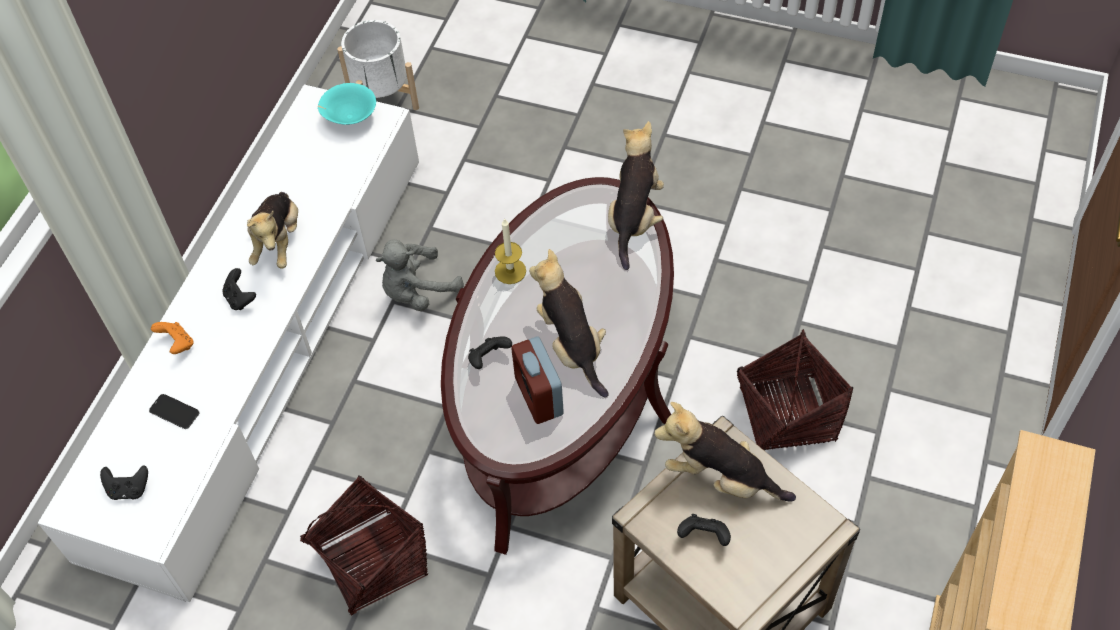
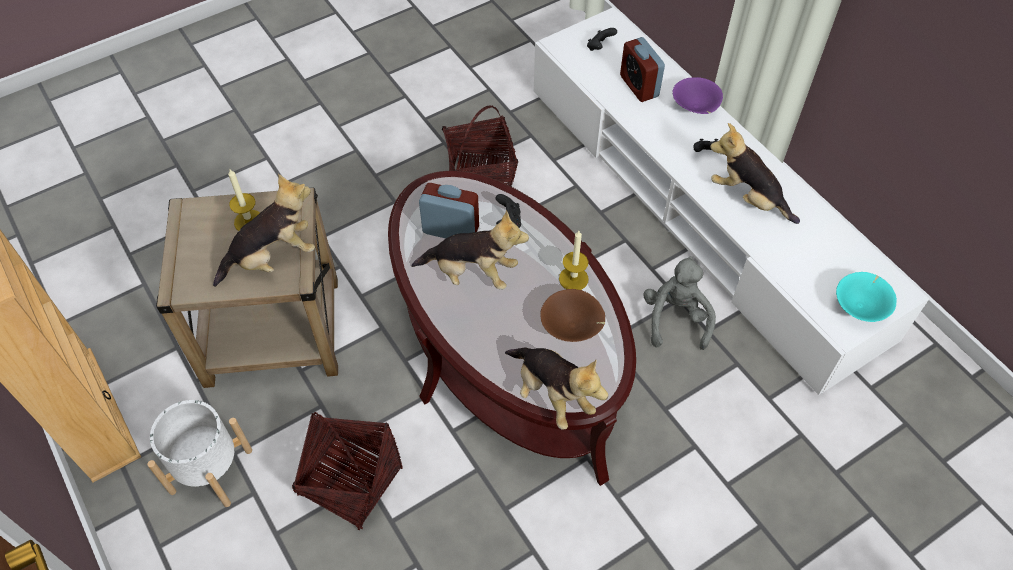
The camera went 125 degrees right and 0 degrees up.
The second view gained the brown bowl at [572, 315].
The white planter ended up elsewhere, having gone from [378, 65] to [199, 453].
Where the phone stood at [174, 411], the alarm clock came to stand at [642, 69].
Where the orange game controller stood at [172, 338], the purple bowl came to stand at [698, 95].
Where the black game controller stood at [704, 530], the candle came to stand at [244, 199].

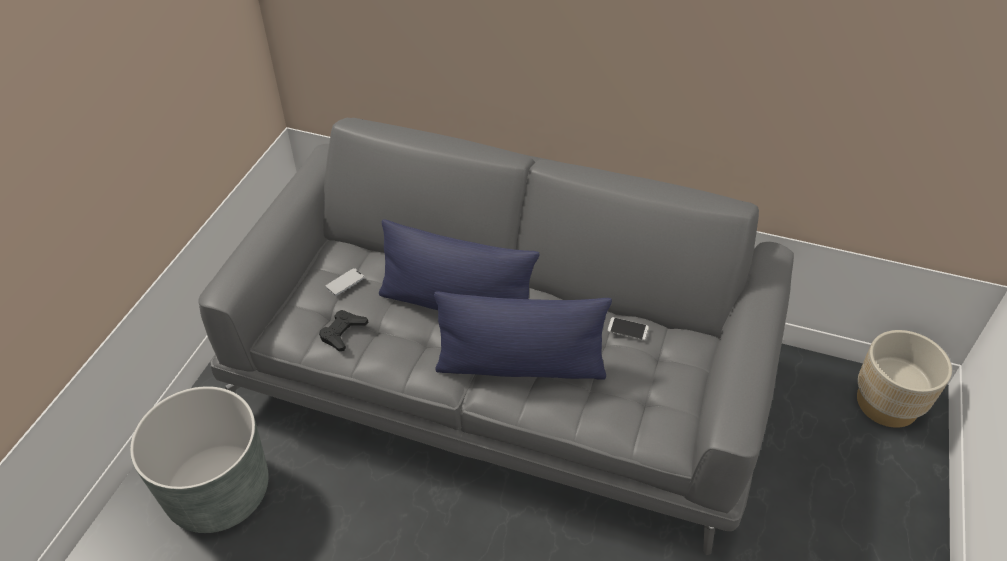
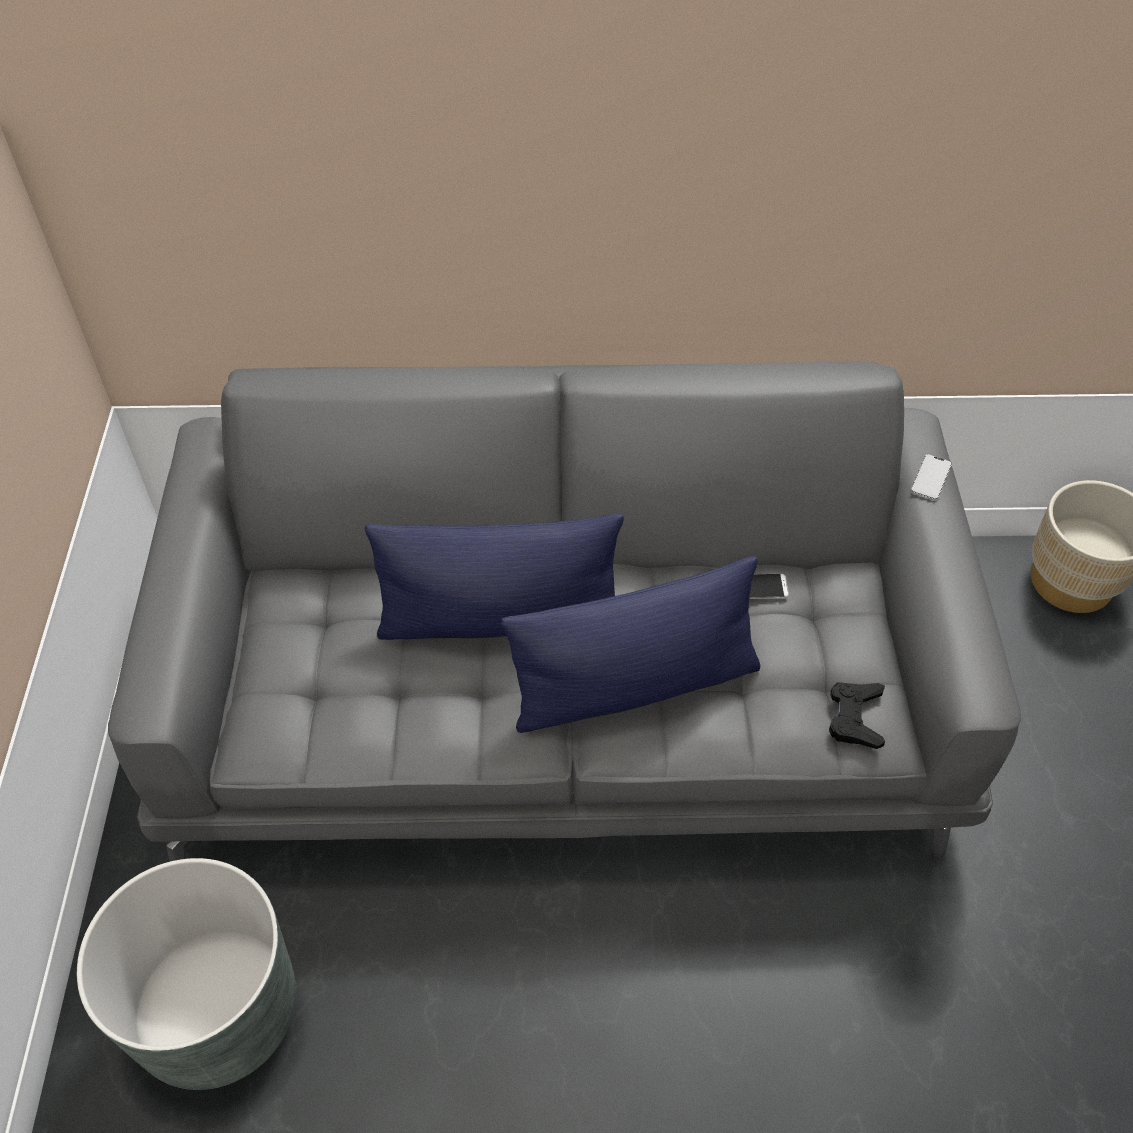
The camera went 20 degrees left and 5 degrees up.
The black game controller ended up elsewhere, having gone from [343, 330] to [857, 715].
The phone ended up elsewhere, having gone from [344, 282] to [931, 477].

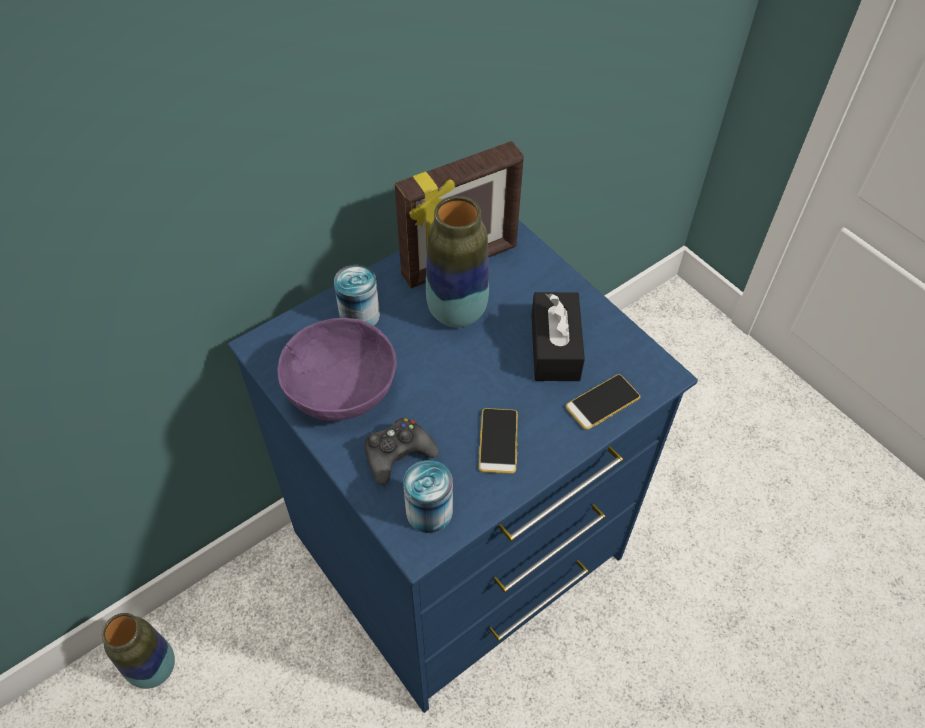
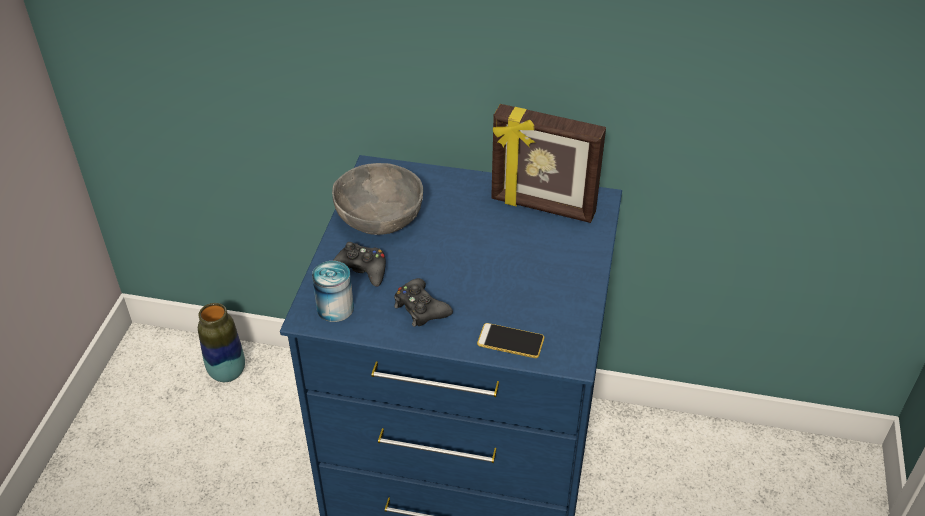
The camera went 50 degrees right and 10 degrees down.
The second view lost the can at [357, 295].
The second view lost the vase at [457, 262].
The second view lost the black tissue box at [558, 336].
Where the phone stood at [498, 441], the black game controller came to stand at [423, 302].
What was the purple bowl at [337, 369] turned into the grey bowl at [377, 199].

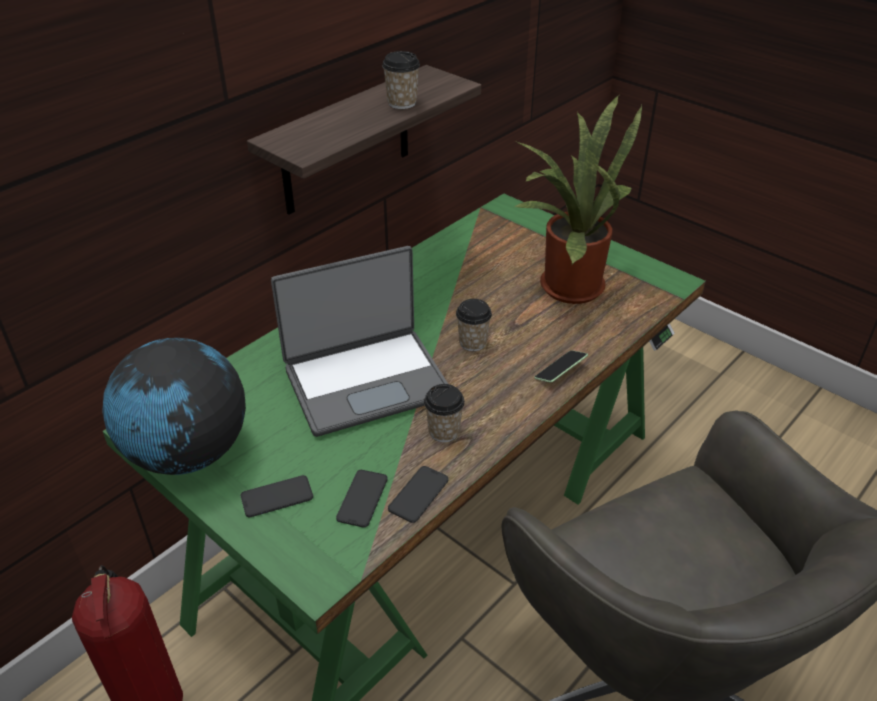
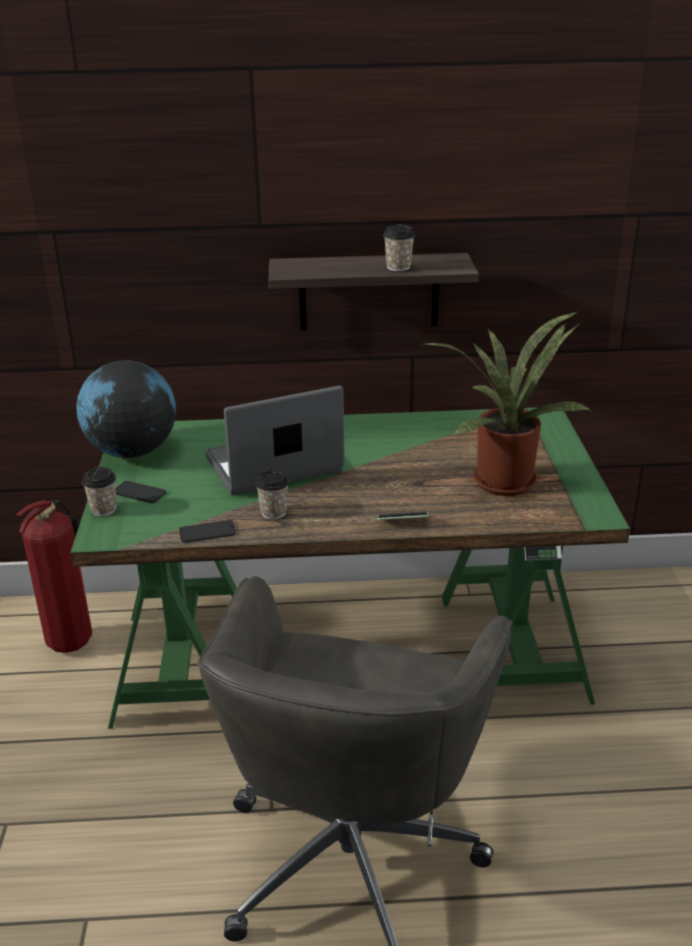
The camera went 45 degrees right and 10 degrees down.
The second view lost the phone at [362, 498].
The cup ended up elsewhere, having gone from [474, 325] to [99, 491].
The laptop at [359, 341] ended up facing another way, 135 degrees clockwise from before.

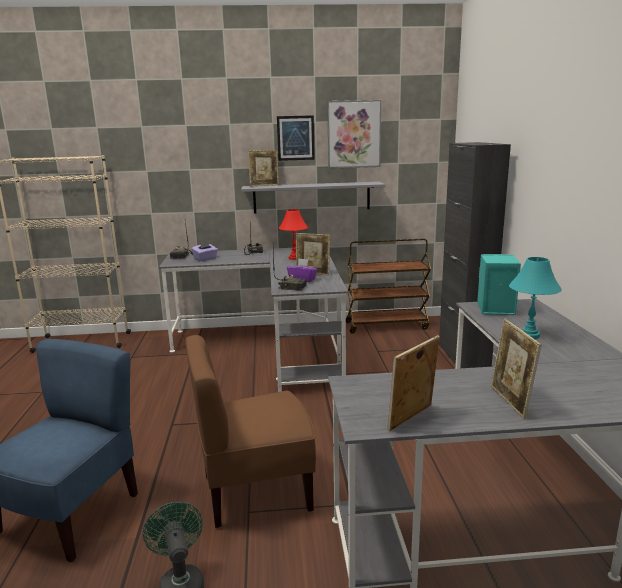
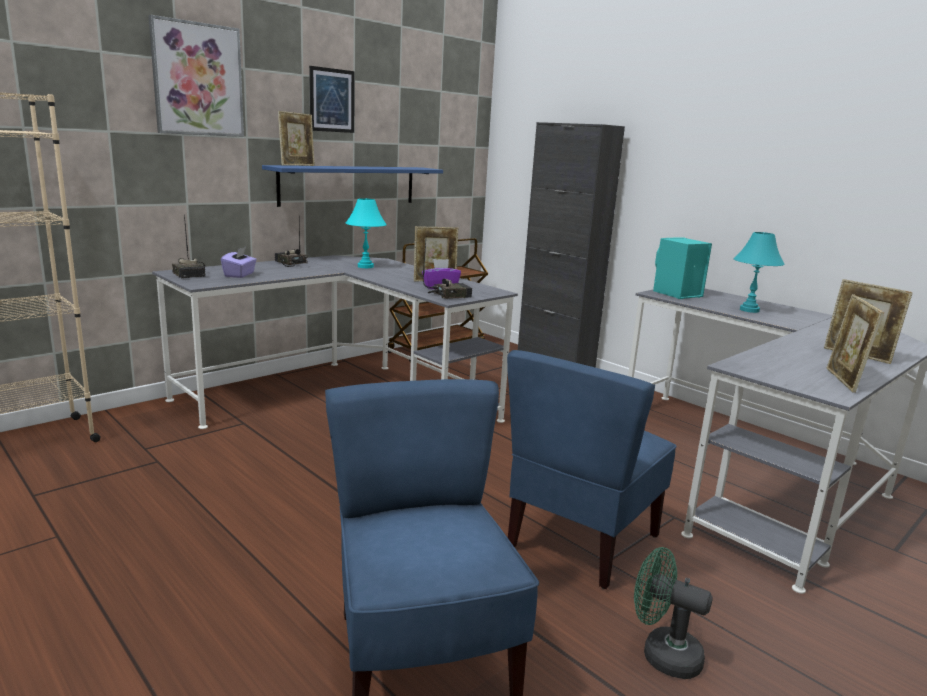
The camera went 40 degrees left and 0 degrees up.
The picture ended up elsewhere, having gone from [354, 134] to [196, 76].
What was the brown chair at [250, 431] turned into the blue chair at [592, 469].
What was the grey shelf at [313, 197] turned into the blue shelf at [352, 186].
What was the red table lamp at [293, 234] turned into the turquoise table lamp at [366, 233].

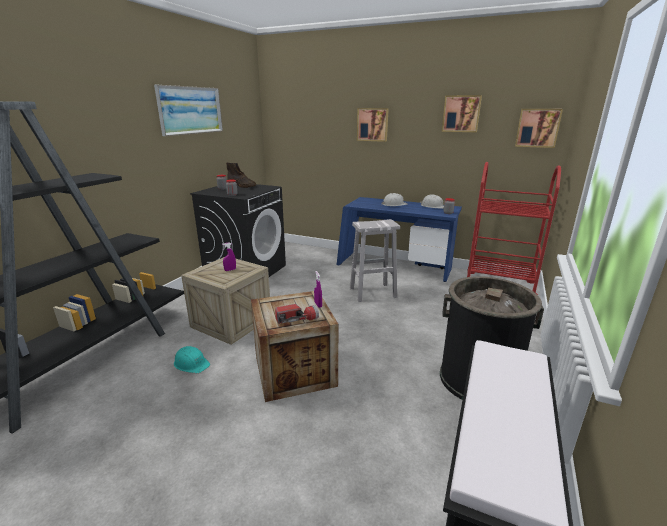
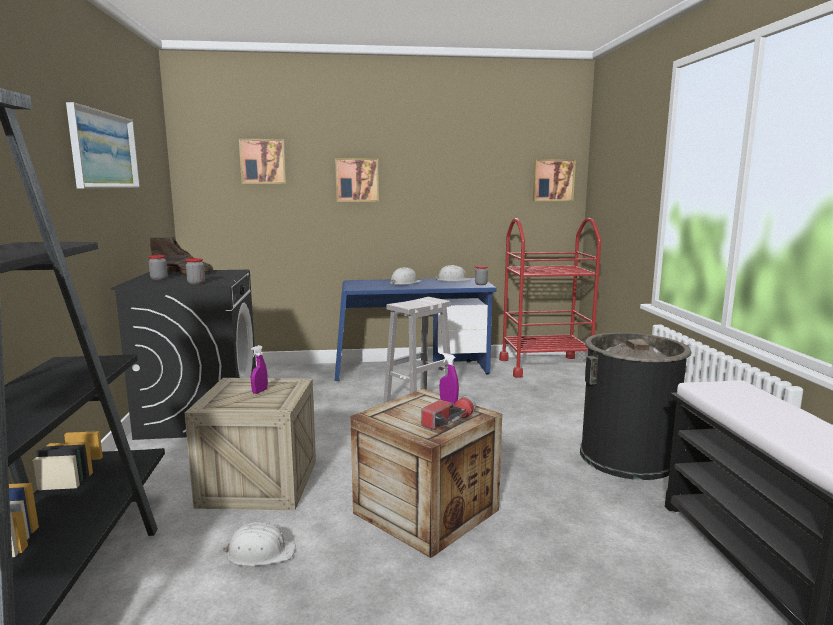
The camera went 30 degrees left and 10 degrees down.
The picture ended up elsewhere, having gone from [462, 114] to [262, 161].
What was the turquoise hard hat at [192, 359] turned into the white hard hat at [259, 544].

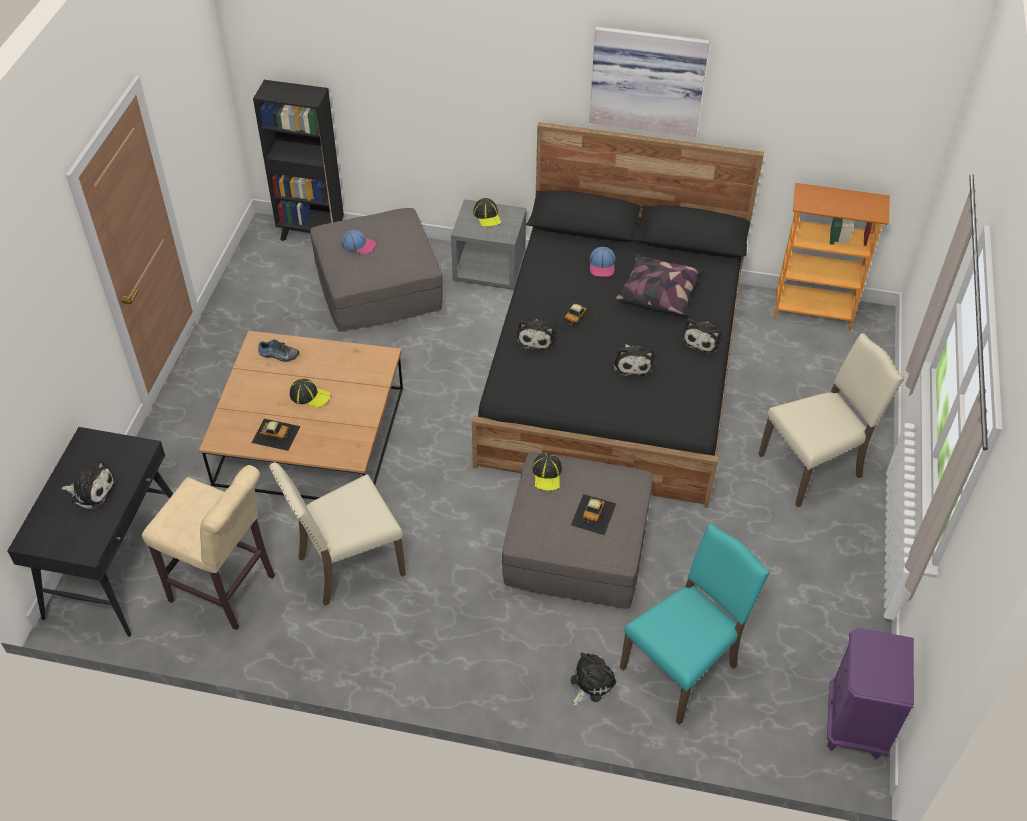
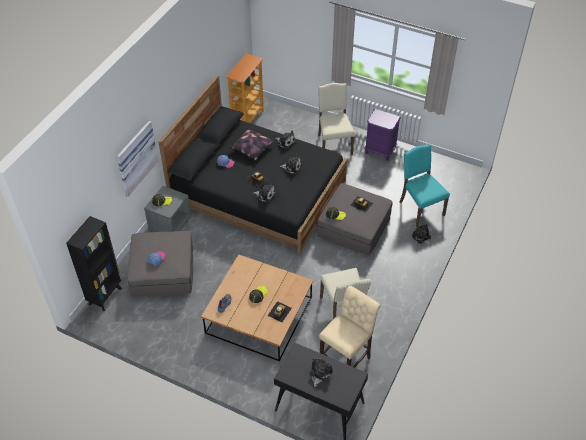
The camera went 75 degrees left and 0 degrees up.
The picture ended up elsewhere, having gone from [649, 82] to [137, 159].
The purple nightstand ended up elsewhere, having gone from [870, 693] to [382, 135].

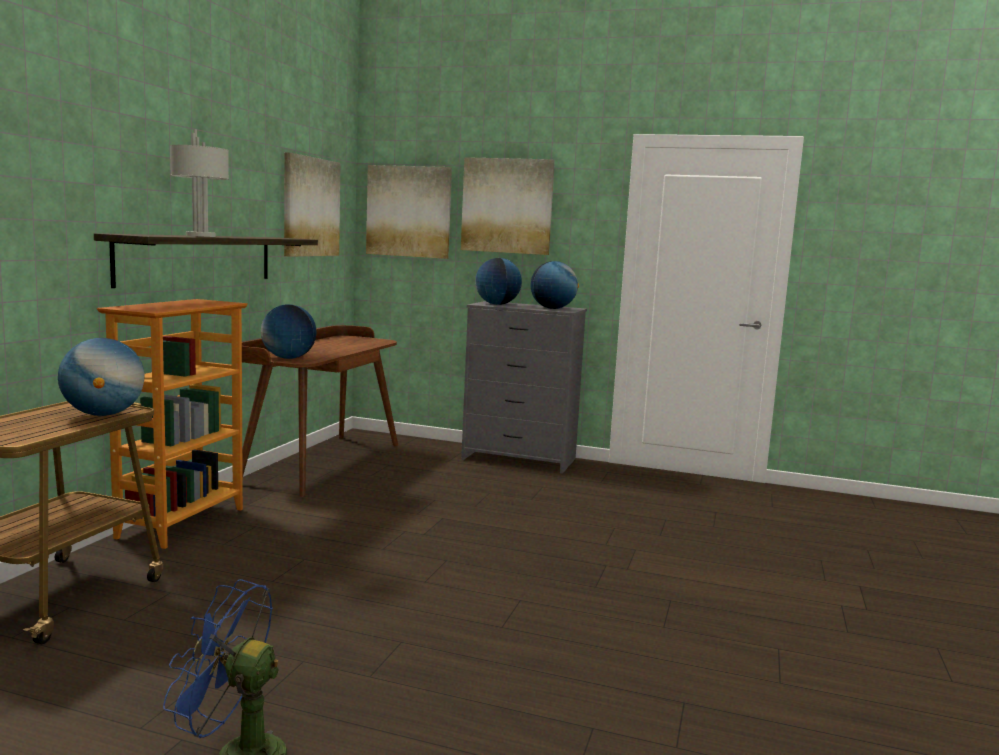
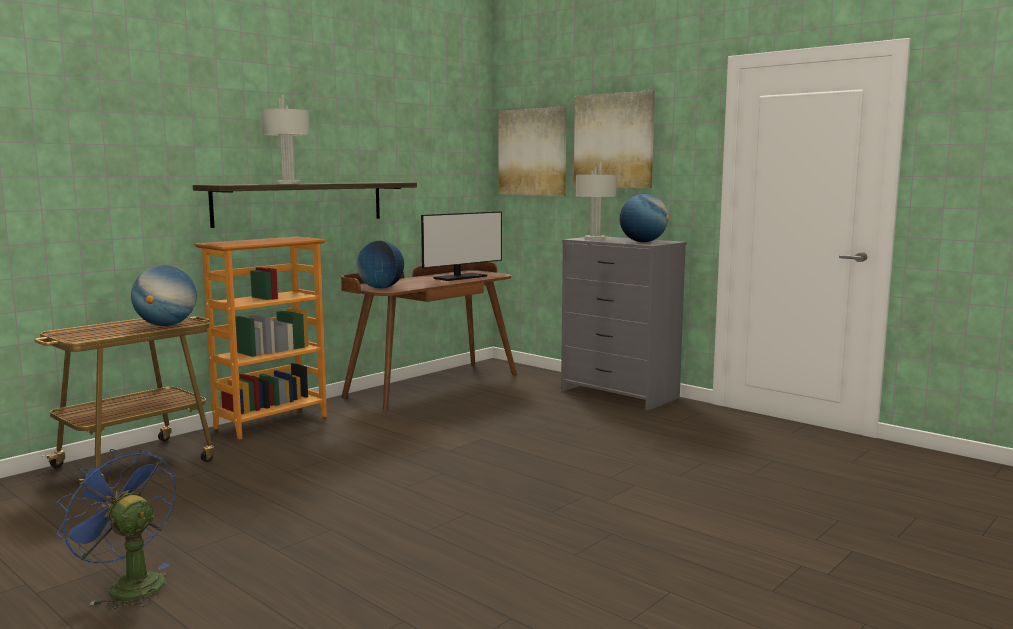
The camera went 25 degrees right and 0 degrees up.
The second view lost the picture at [312, 204].
The second view gained the monitor at [461, 246].
Where the globe stood at [498, 281], the grey table lamp came to stand at [596, 200].

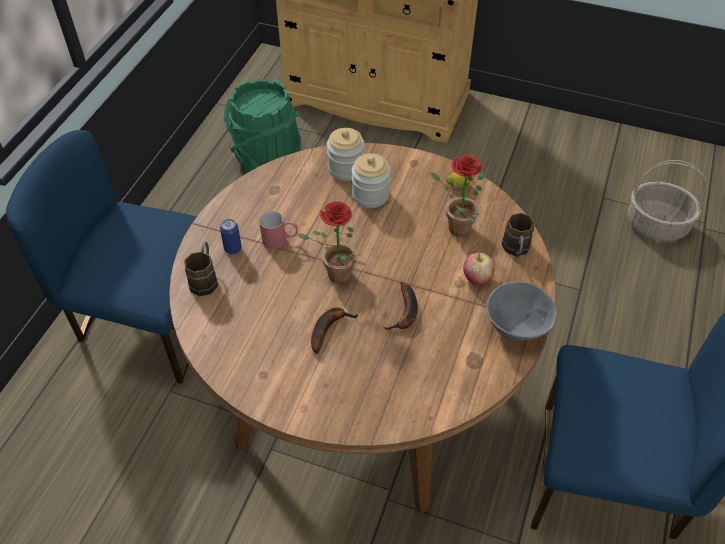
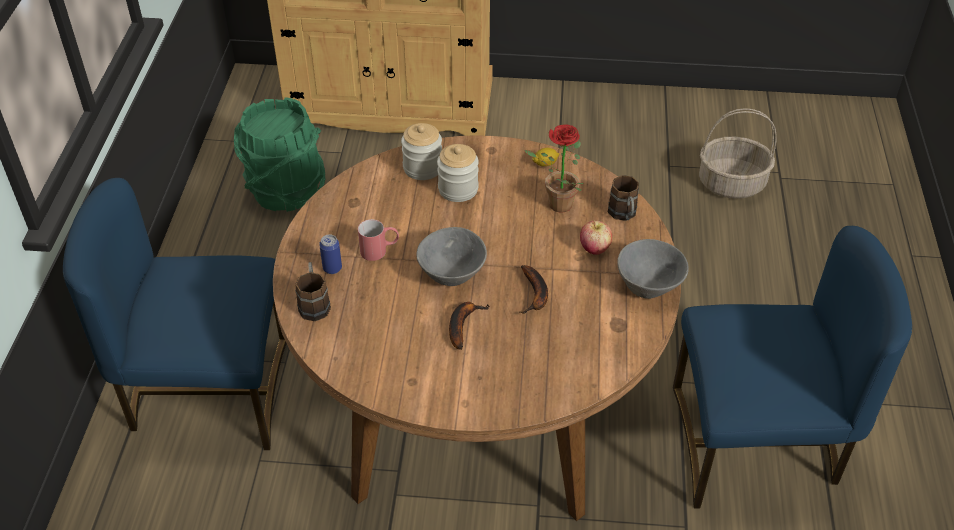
The camera went 15 degrees left and 5 degrees down.
Where the potted plant stood at [331, 242], the grey bowl came to stand at [451, 256].

